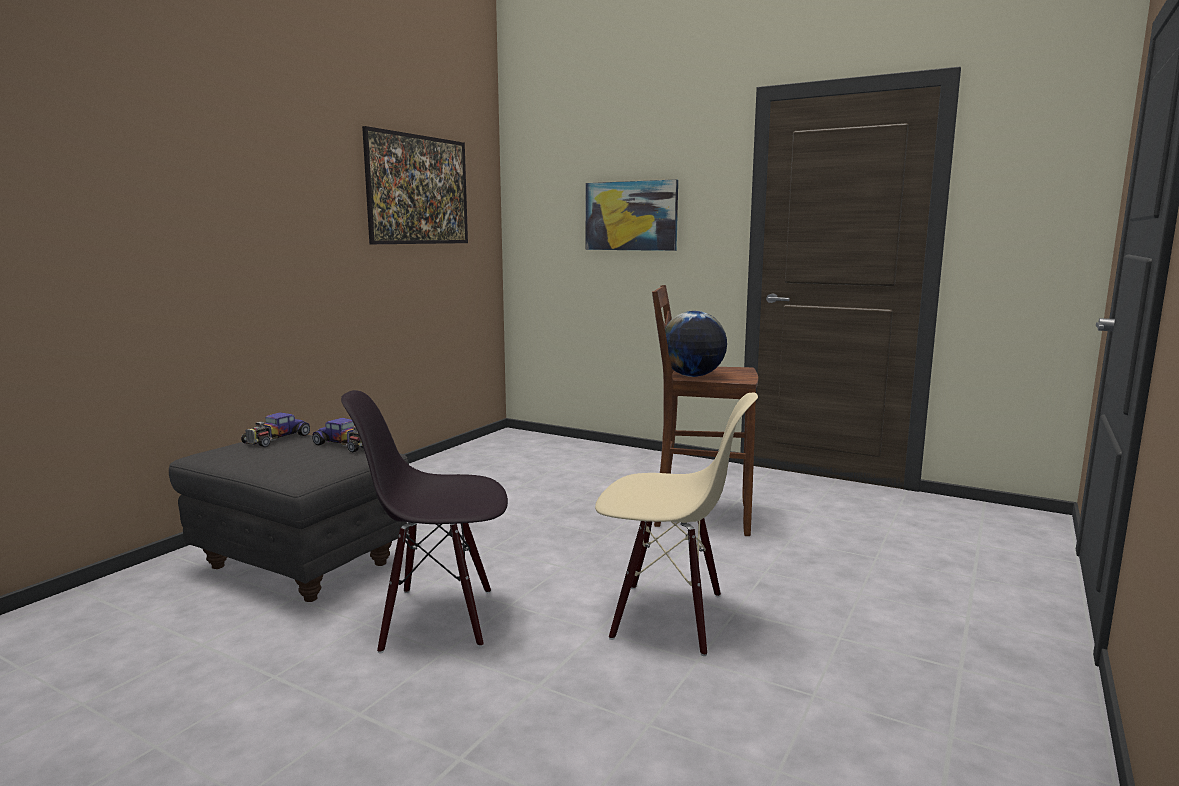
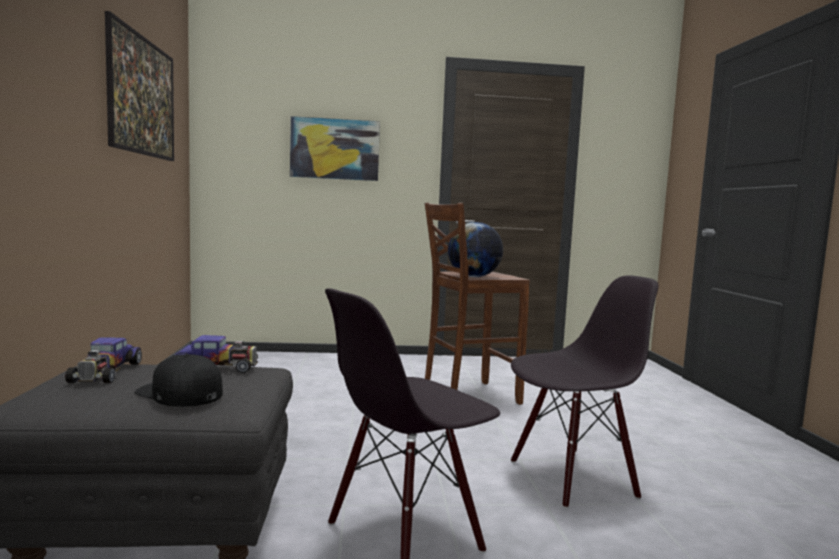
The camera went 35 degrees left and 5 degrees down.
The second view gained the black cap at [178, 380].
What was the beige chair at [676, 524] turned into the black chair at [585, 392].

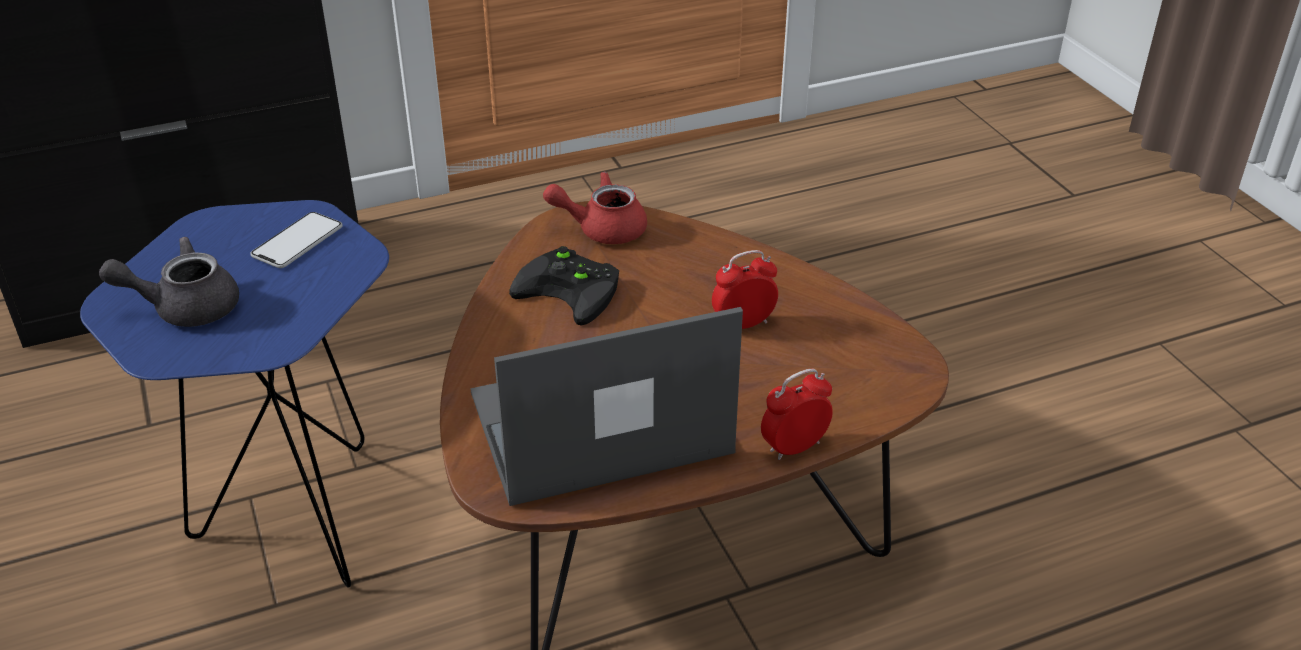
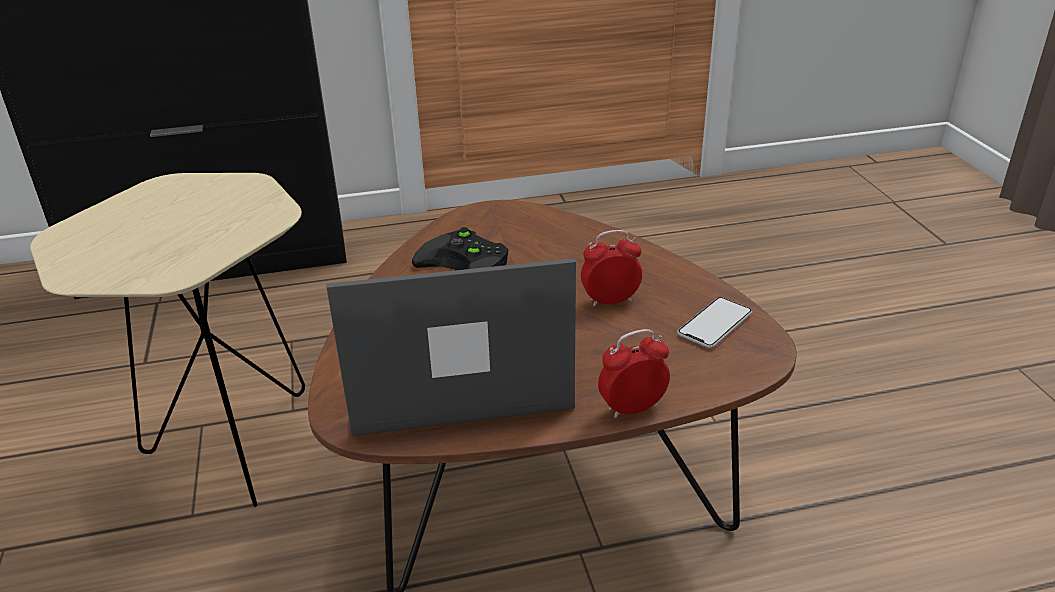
The camera went 10 degrees right and 5 degrees down.
The second view lost the grey teapot at [169, 282].
The second view lost the red teapot at [595, 207].
The phone ended up elsewhere, having gone from [296, 240] to [714, 322].
What was the blue side table at [234, 394] turned into the beige side table at [167, 340].

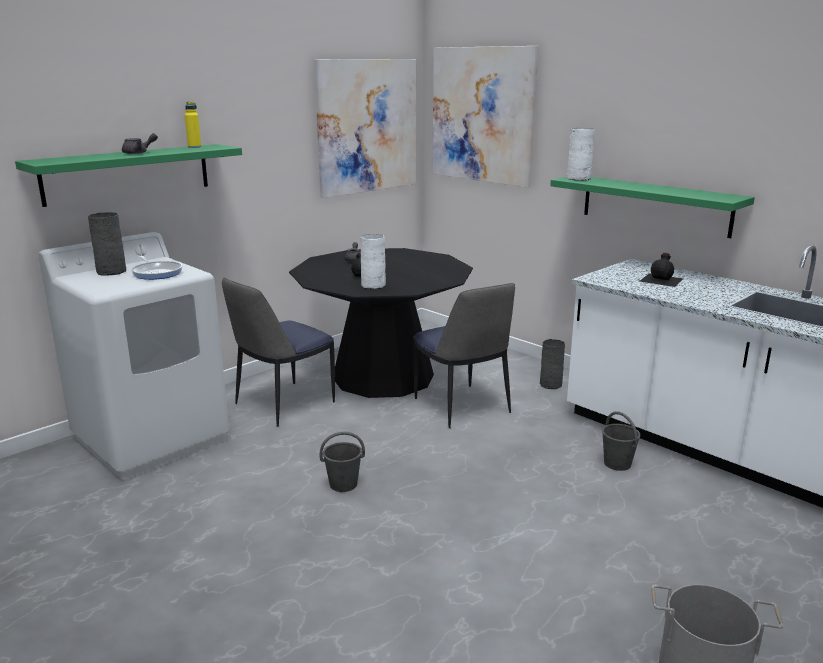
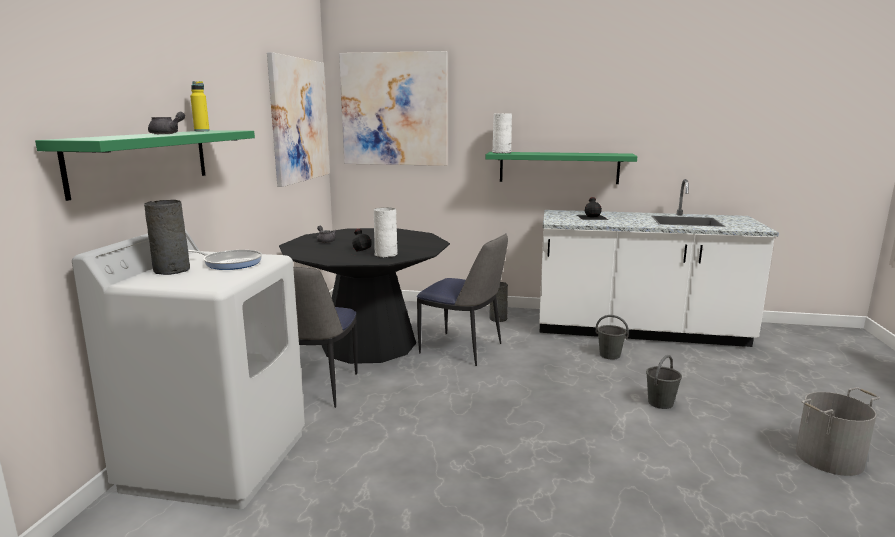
The camera went 35 degrees left and 5 degrees down.
The grey bucket ended up elsewhere, having gone from [342, 462] to [664, 382].

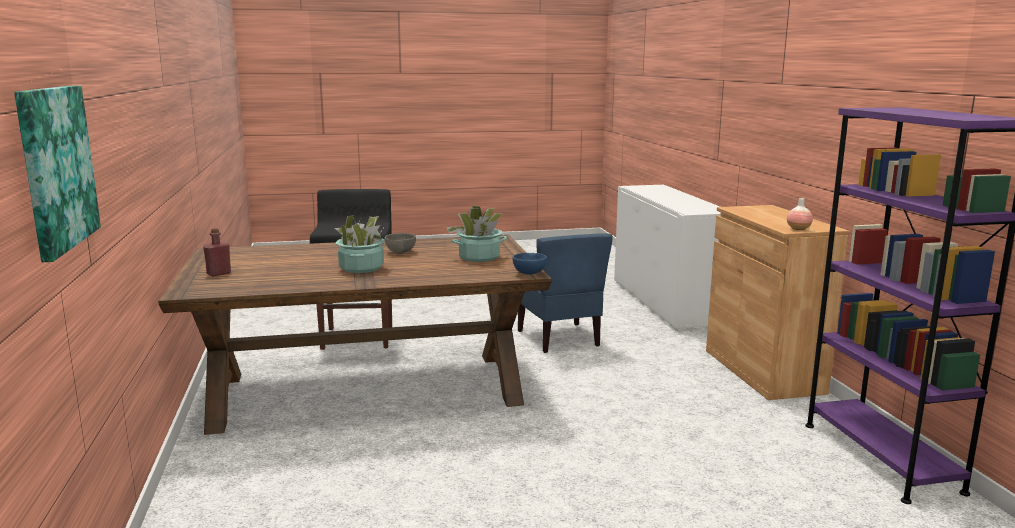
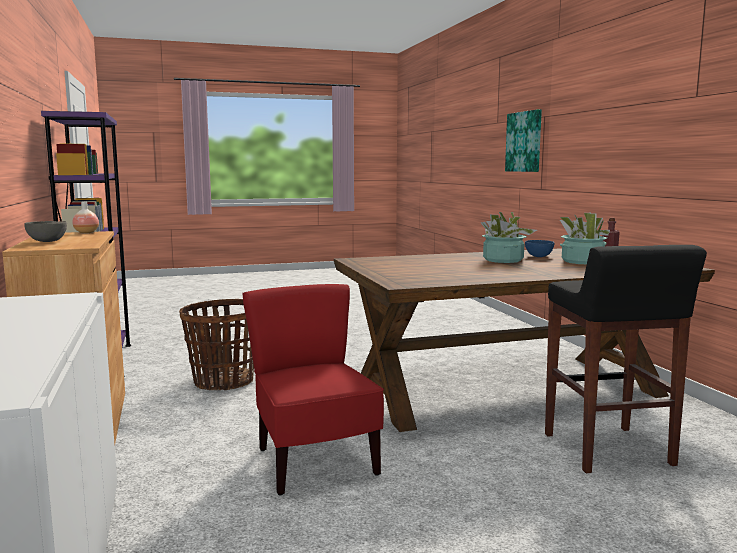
The camera went 175 degrees right and 5 degrees down.
The second view gained the basket at [216, 344].
The grey bowl ended up elsewhere, having gone from [400, 243] to [45, 231].
The potted plant ended up elsewhere, having gone from [477, 234] to [585, 238].
The blue bowl ended up elsewhere, having gone from [530, 264] to [540, 248].
What was the blue chair at [565, 293] turned into the red chair at [313, 389].

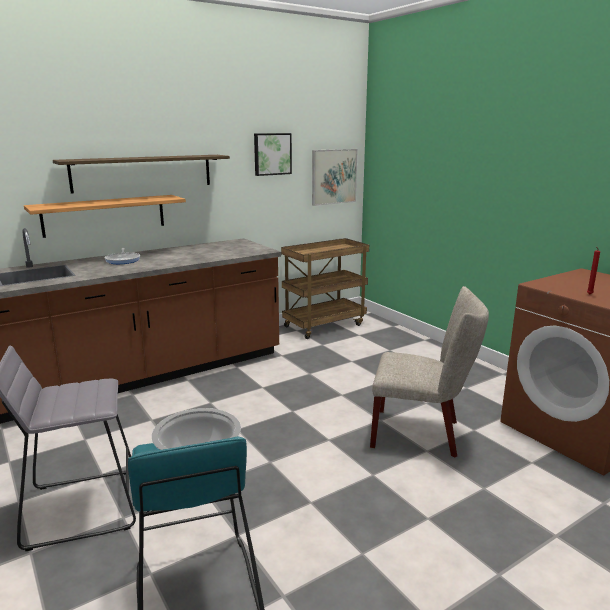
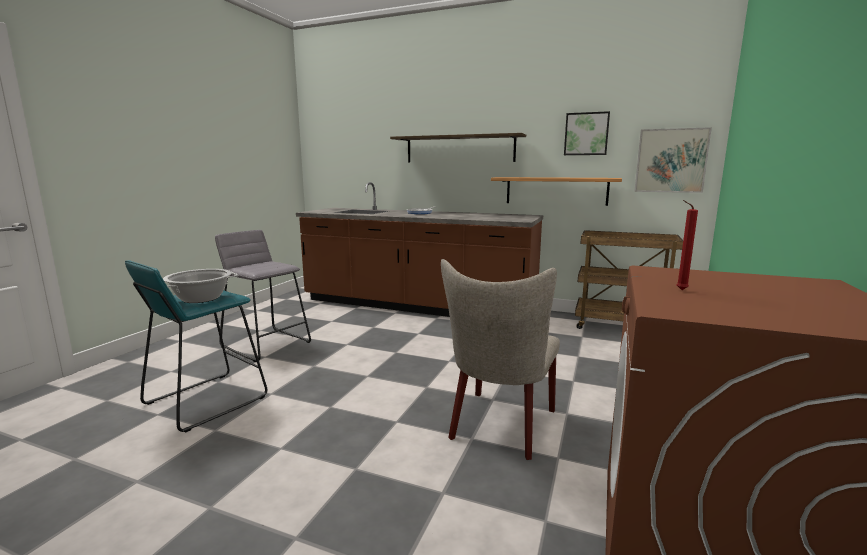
The camera went 55 degrees right and 5 degrees down.
The shelf ended up elsewhere, having gone from [105, 216] to [556, 191].
The beige chair at [429, 372] ended up facing another way, 45 degrees clockwise from before.

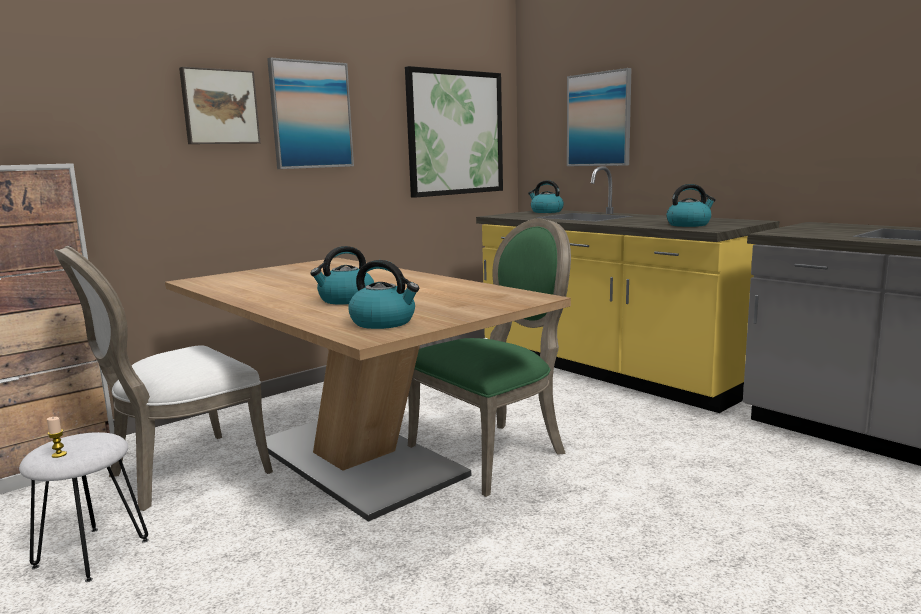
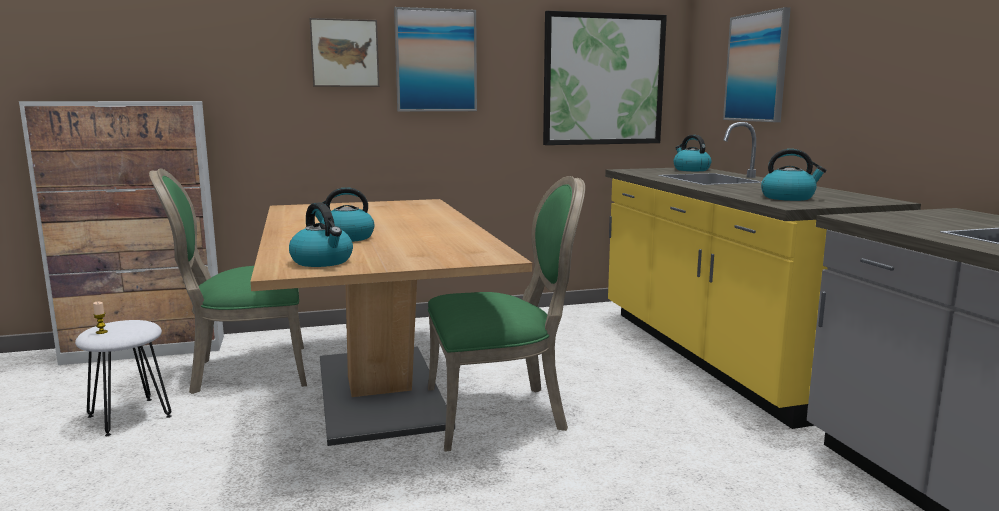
The camera went 25 degrees right and 0 degrees up.
What was the white chair at [163, 378] turned into the green chair at [228, 281].

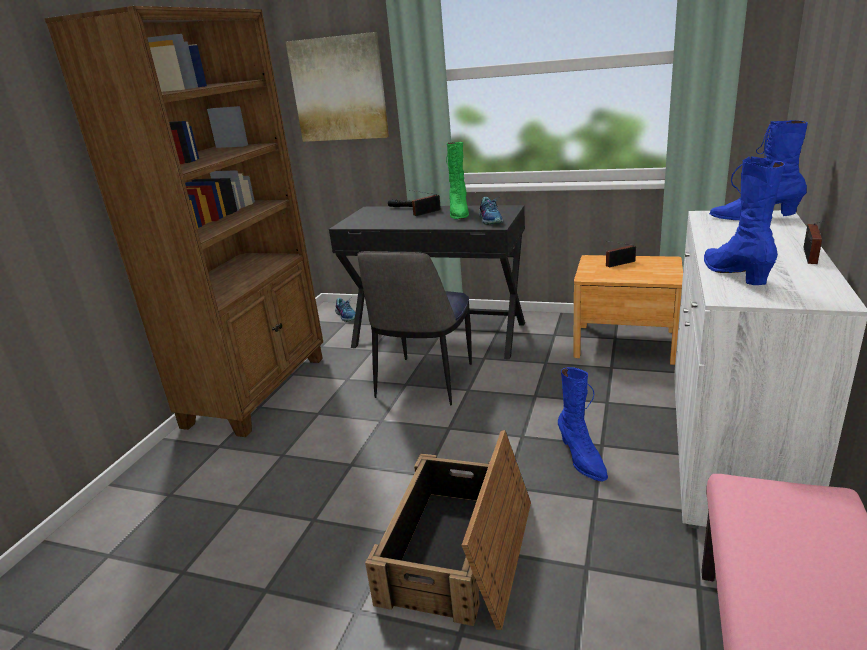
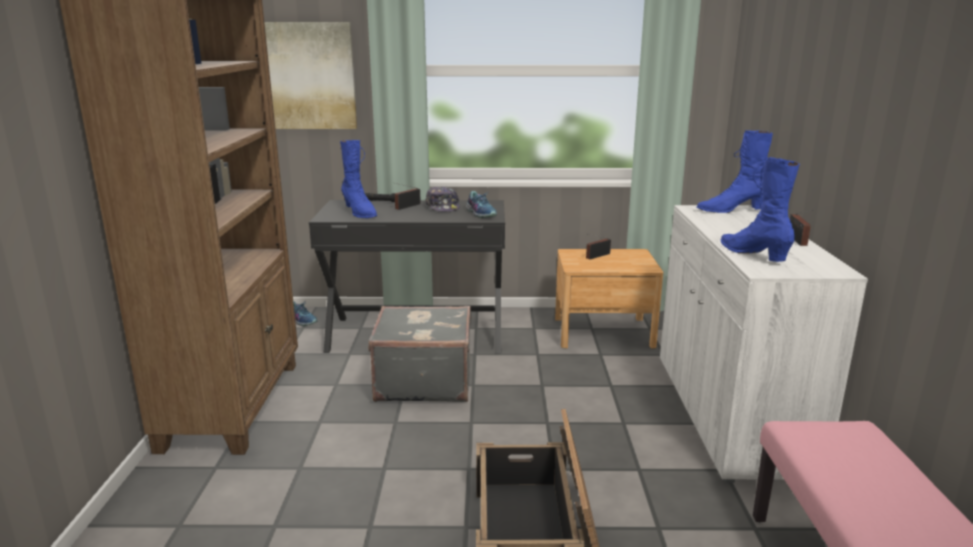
The camera went 20 degrees left and 5 degrees down.
The blue boot ended up elsewhere, having gone from [583, 424] to [358, 179].
Where the chair stood at [414, 329], the grey suitcase came to stand at [419, 354].
Where the green boot stood at [457, 180], the cap came to stand at [442, 199].

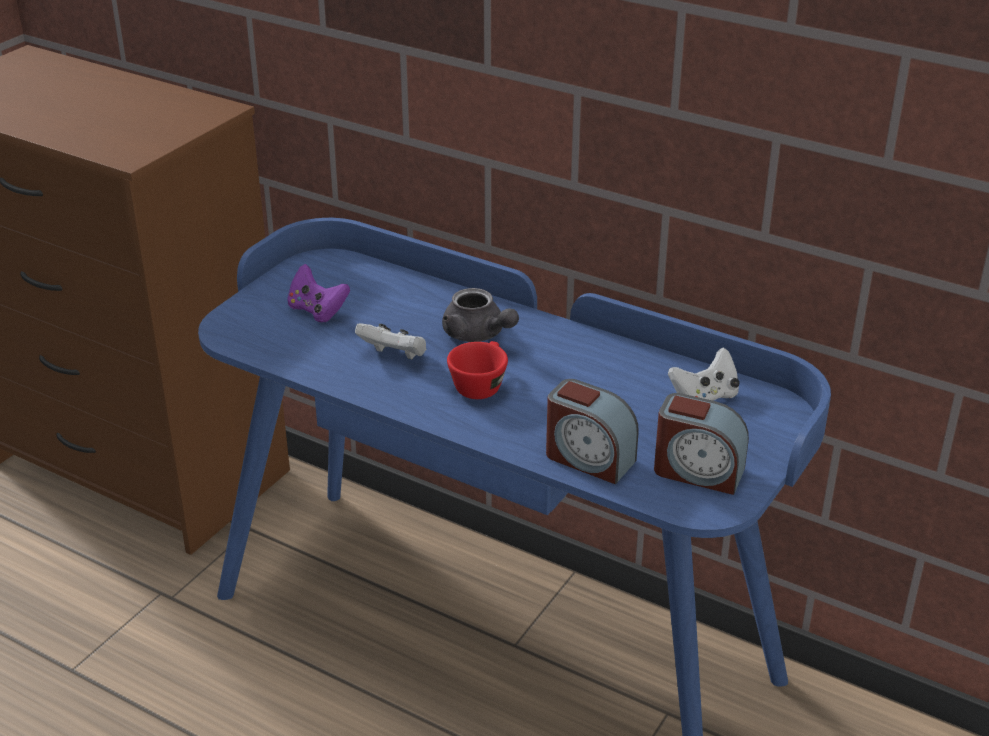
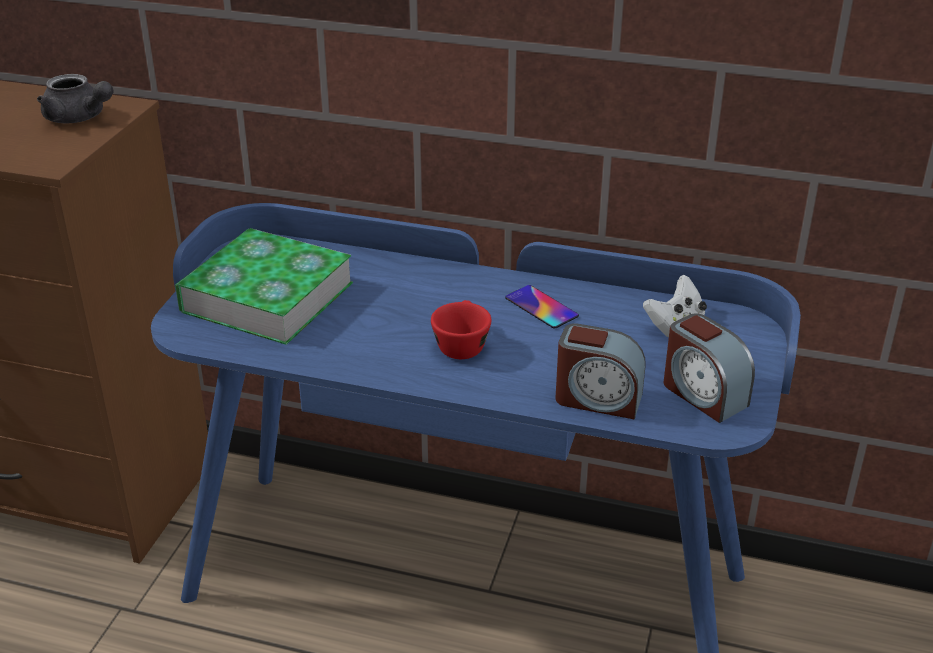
The camera went 15 degrees left and 0 degrees up.
The second view lost the white game controller at [391, 341].
The second view gained the phone at [542, 306].
The grey teapot ended up elsewhere, having gone from [480, 315] to [75, 99].
Where the purple game controller stood at [318, 293], the book came to stand at [264, 286].
The alarm clock at [701, 444] ended up facing another way, 45 degrees clockwise from before.

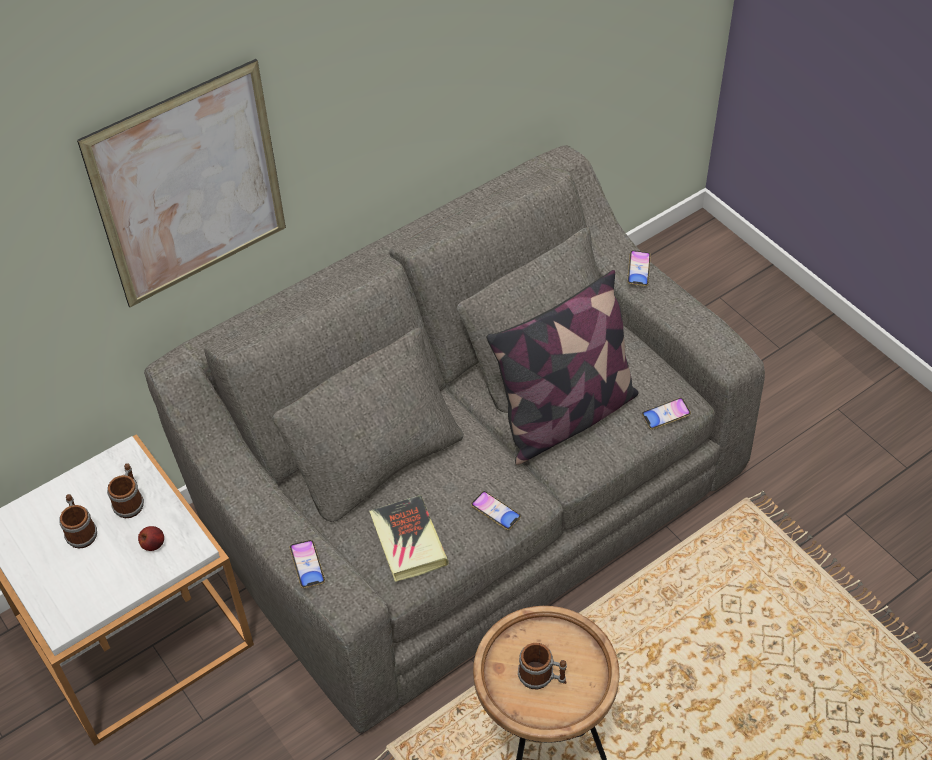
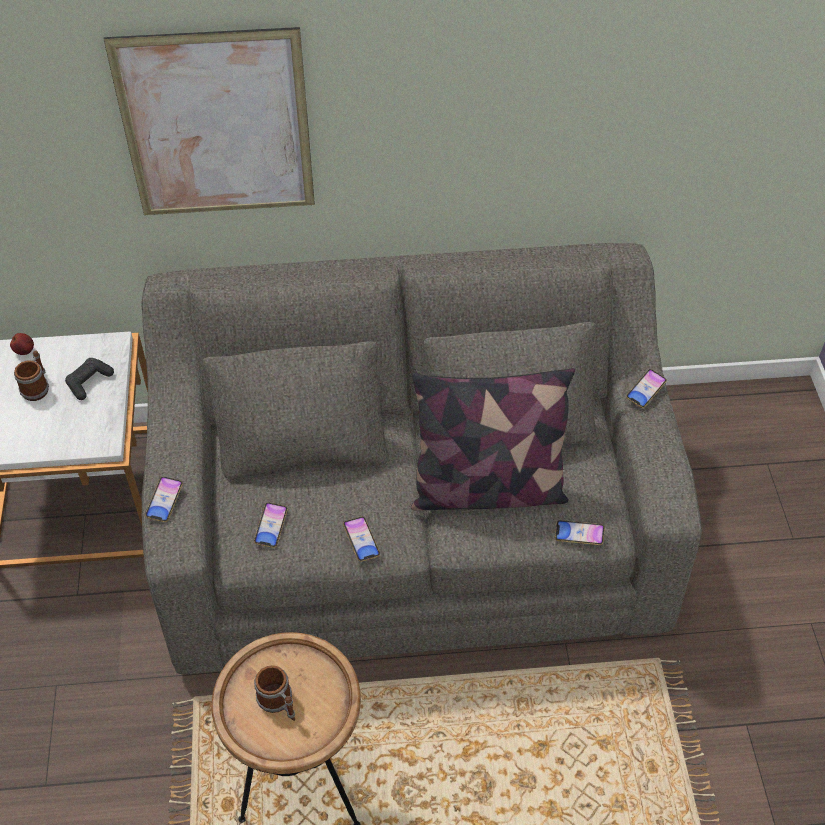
The camera went 30 degrees right and 0 degrees up.
The apple ended up elsewhere, having gone from [151, 538] to [22, 344].
Where the mug stood at [125, 490], the black game controller came to stand at [89, 379].
Where the book stood at [409, 538], the phone came to stand at [271, 525].

